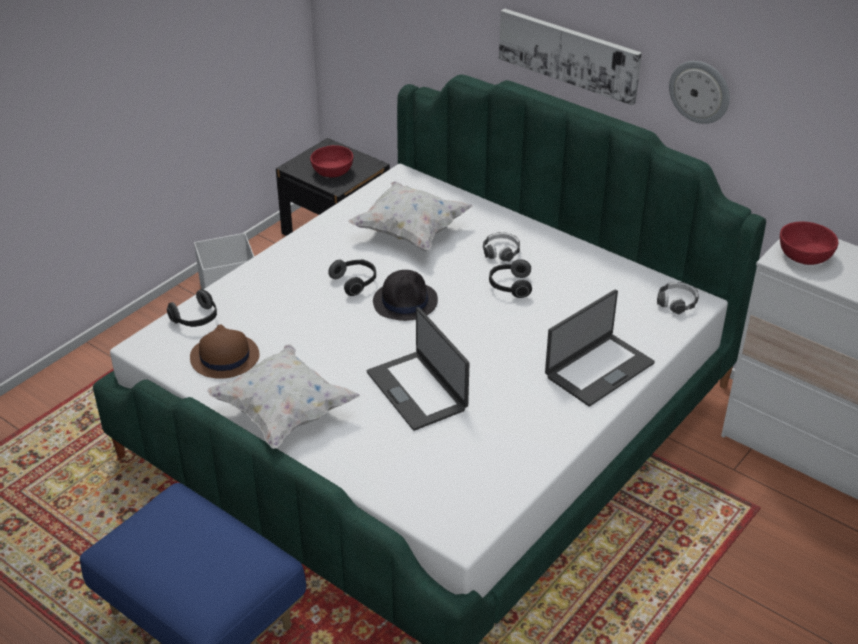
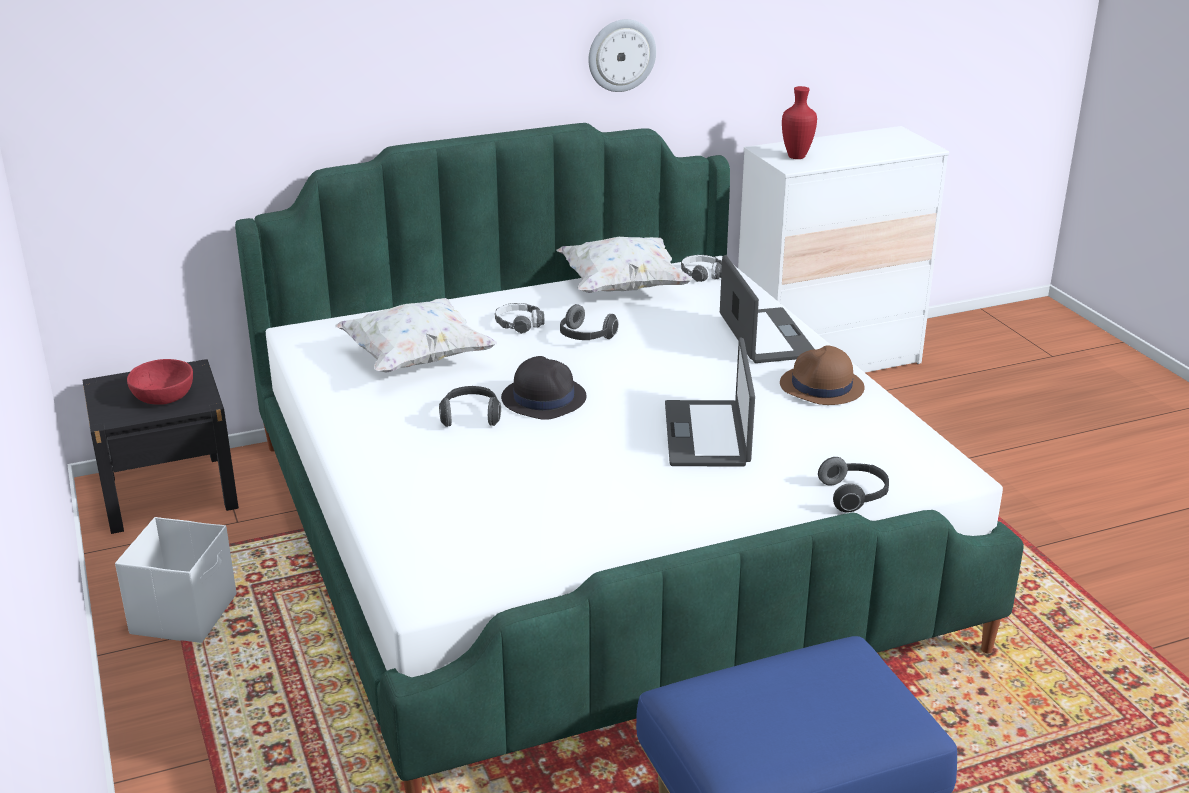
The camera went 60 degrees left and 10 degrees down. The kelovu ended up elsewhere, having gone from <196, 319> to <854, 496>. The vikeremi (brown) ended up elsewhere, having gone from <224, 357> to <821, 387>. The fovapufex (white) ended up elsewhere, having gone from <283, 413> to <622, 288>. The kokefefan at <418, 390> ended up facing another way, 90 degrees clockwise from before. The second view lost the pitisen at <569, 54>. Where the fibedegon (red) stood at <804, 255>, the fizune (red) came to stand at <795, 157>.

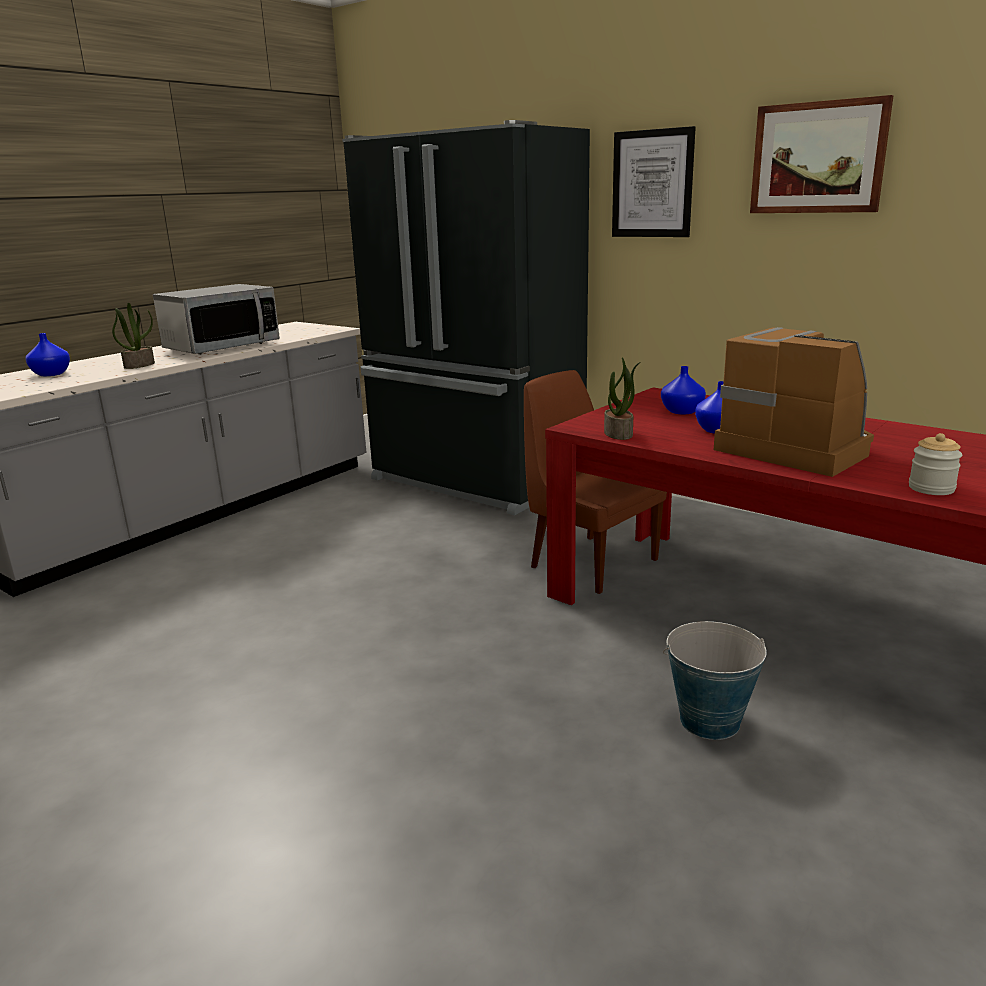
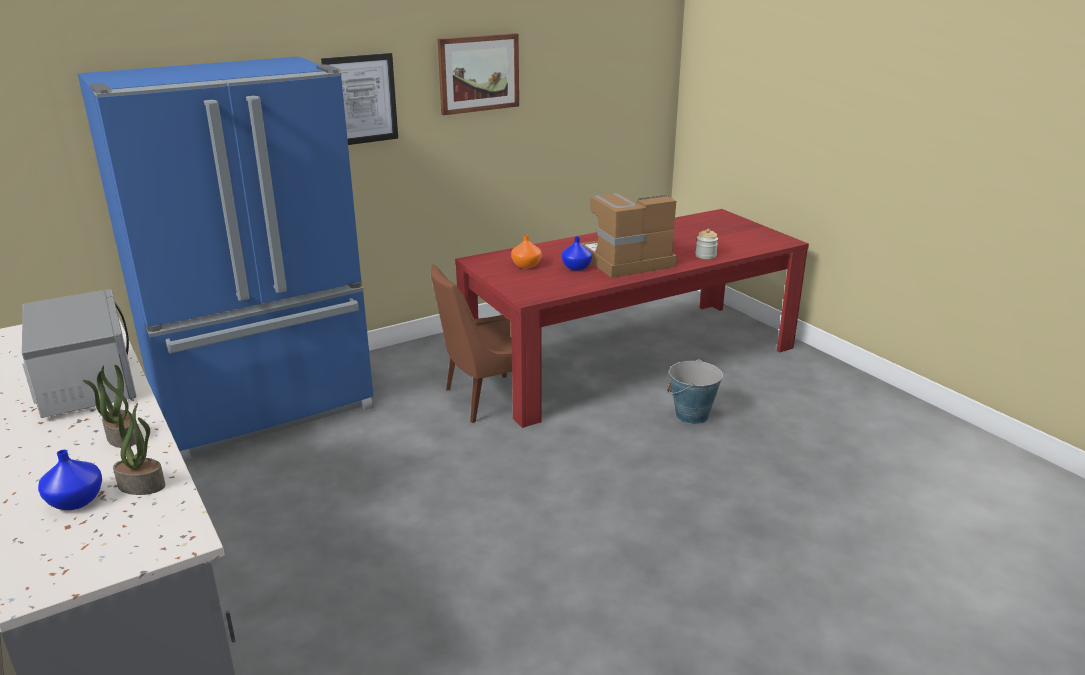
The camera went 70 degrees left and 5 degrees up. What was the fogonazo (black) at <475, 481> turned into the fogonazo (blue) at <266, 409>. The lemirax ended up elsewhere, having gone from <619, 434> to <142, 485>. What was the fizune (blue) at <681, 411> turned into the fizune (orange) at <527, 266>.

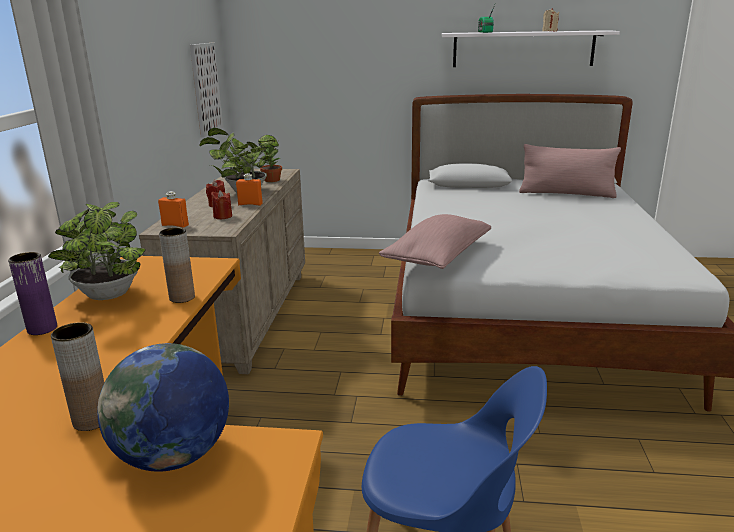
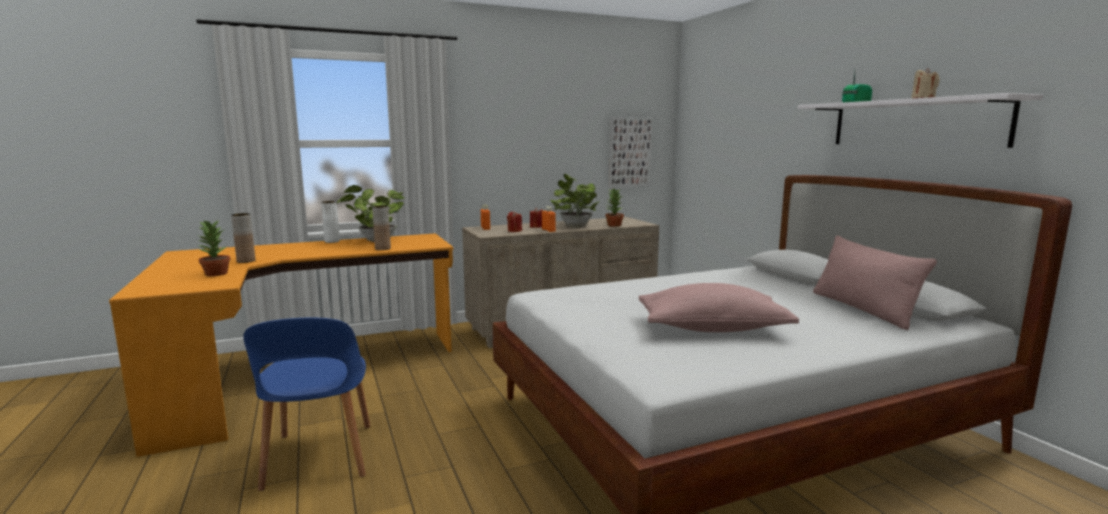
The camera went 60 degrees right and 10 degrees down. What was the fizune (purple) at <42, 329> turned into the fizune (white) at <332, 241>. Where the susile stood at <174, 456>, the lemirax came to stand at <215, 274>. The fovapufex (pink) ended up elsewhere, having gone from <437, 257> to <712, 328>.

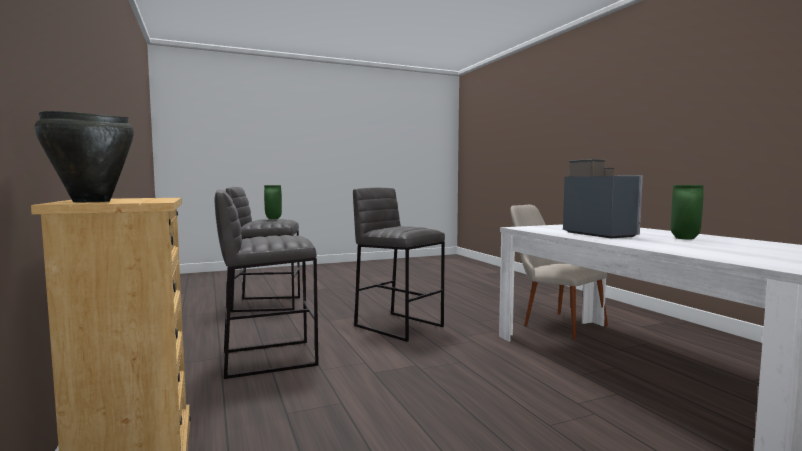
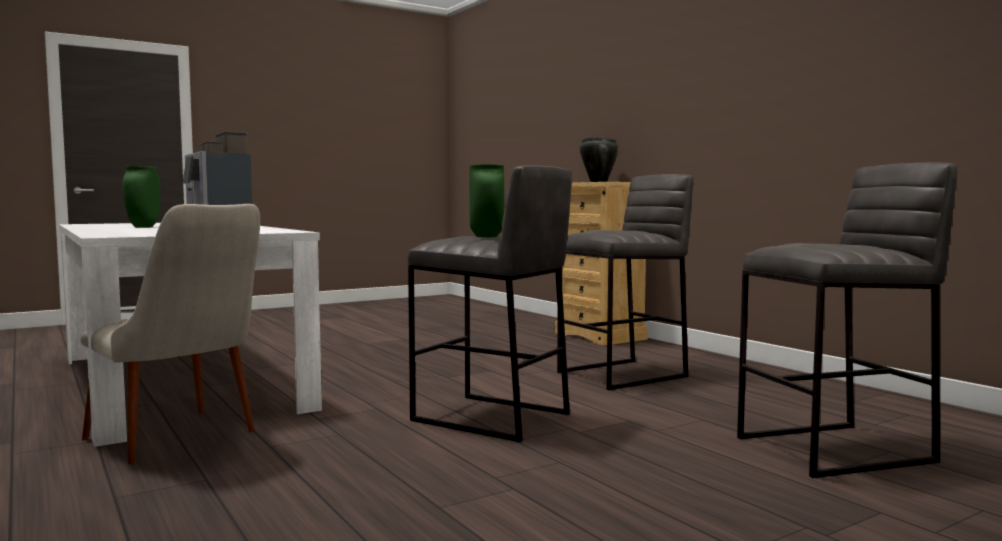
The camera went 170 degrees right and 0 degrees up. The fizune (green) ended up elsewhere, having gone from <274, 218> to <485, 237>.

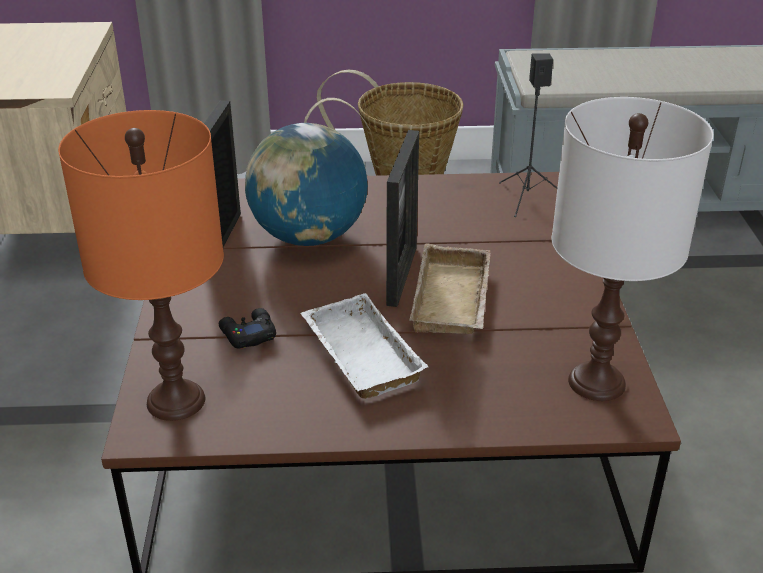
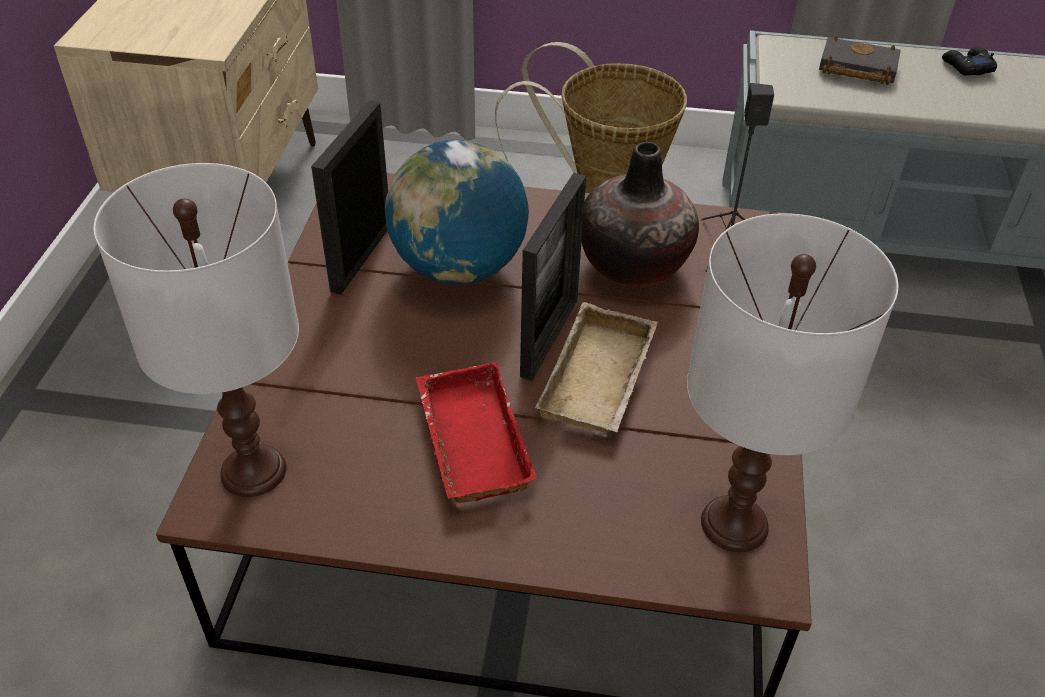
The camera went 10 degrees right and 10 degrees up. What was the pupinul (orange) at <174, 401> turned into the pupinul (white) at <252, 471>. The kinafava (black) ended up elsewhere, having gone from <247, 334> to <967, 67>. What was the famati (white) at <357, 354> turned into the famati (red) at <468, 439>. The second view gained the fizune at <634, 264>. The second view gained the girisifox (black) at <855, 68>.

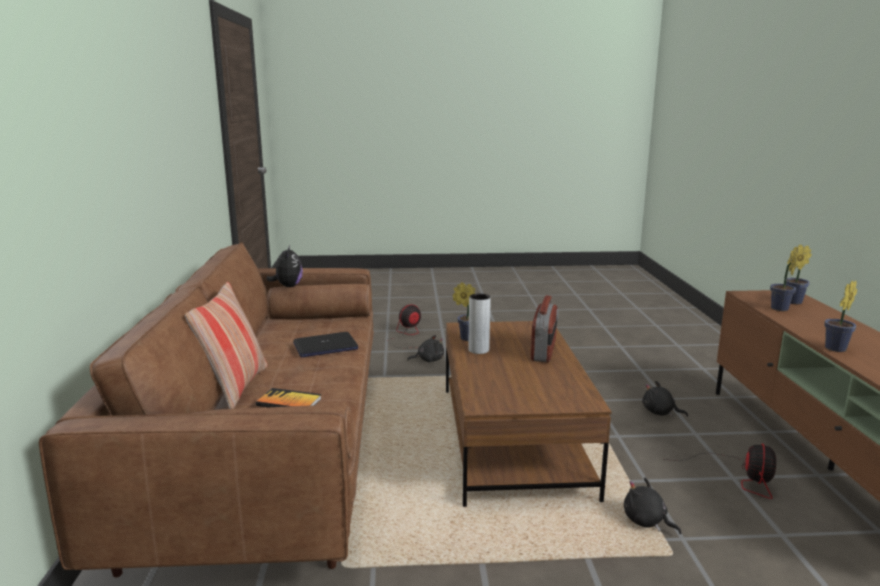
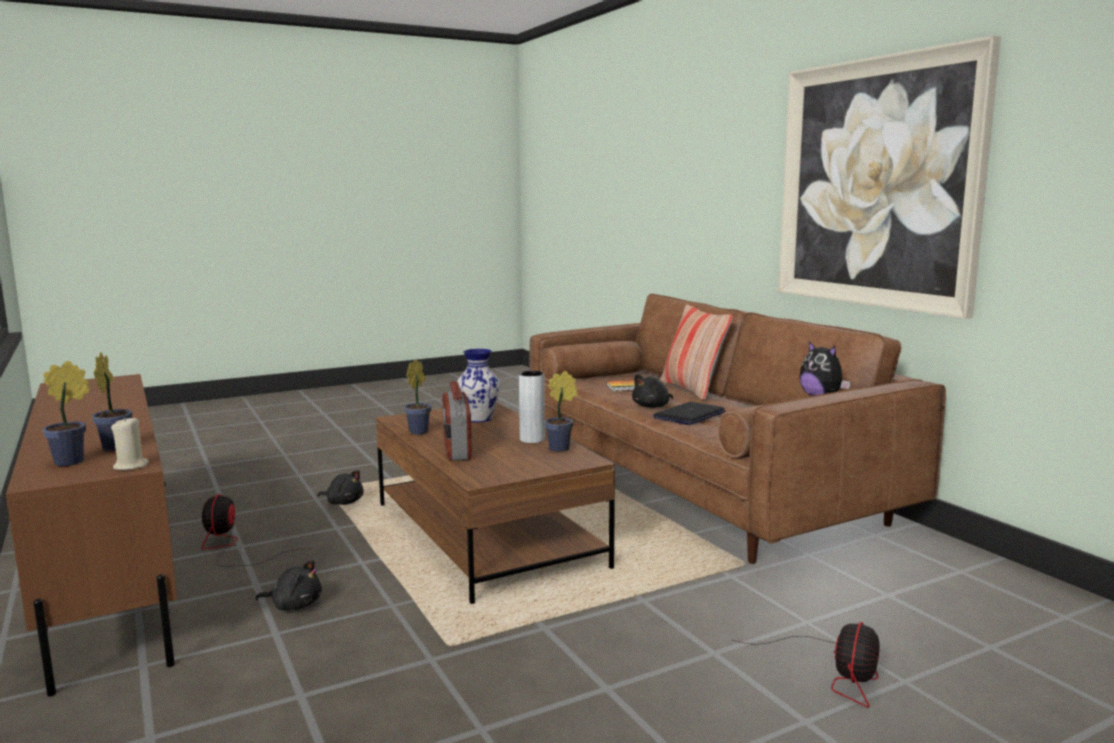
The camera went 155 degrees right and 5 degrees down. The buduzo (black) ended up elsewhere, having gone from <428, 360> to <652, 406>. The lemirax ended up elsewhere, having gone from <834, 349> to <420, 431>. The second view gained the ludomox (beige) at <131, 466>. The second view gained the fizune at <478, 419>. The second view gained the pitisen at <876, 183>.

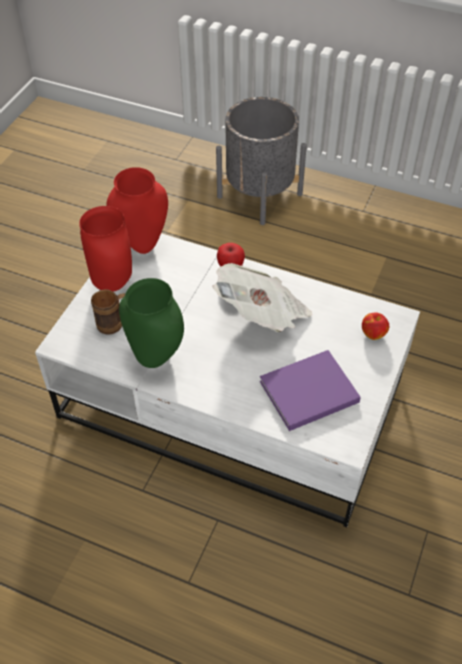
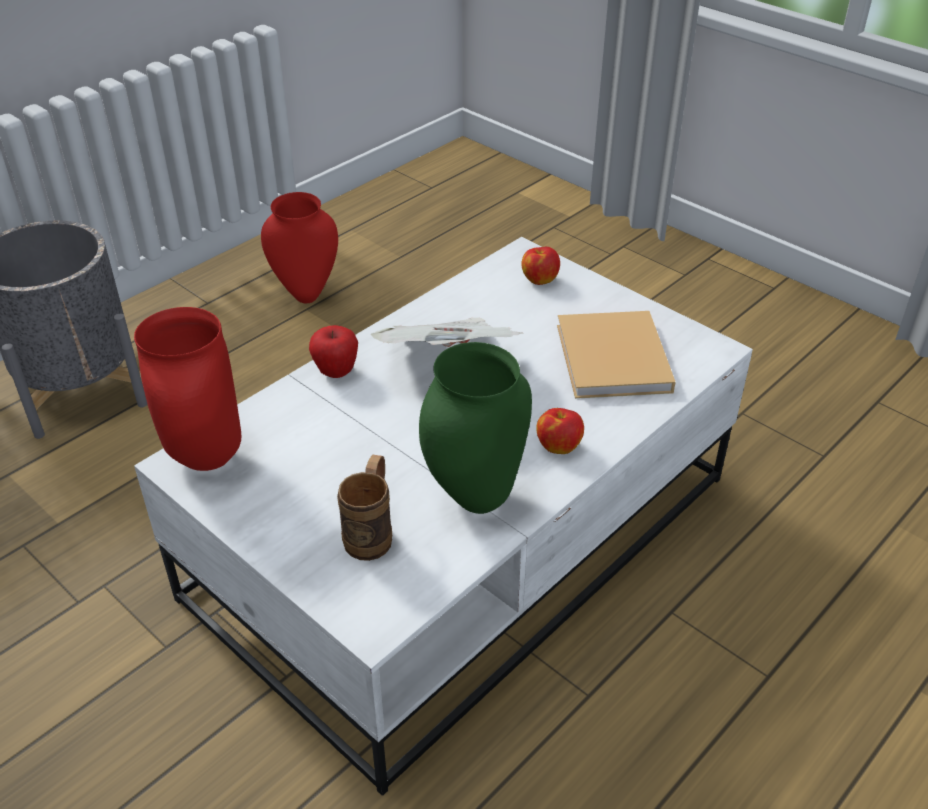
The camera went 70 degrees left and 10 degrees down. The fizune (red) ended up elsewhere, having gone from <111, 285> to <306, 296>. What was the girisifox (purple) at <306, 393> turned into the girisifox (beige) at <613, 361>. The second view gained the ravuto at <558, 446>.

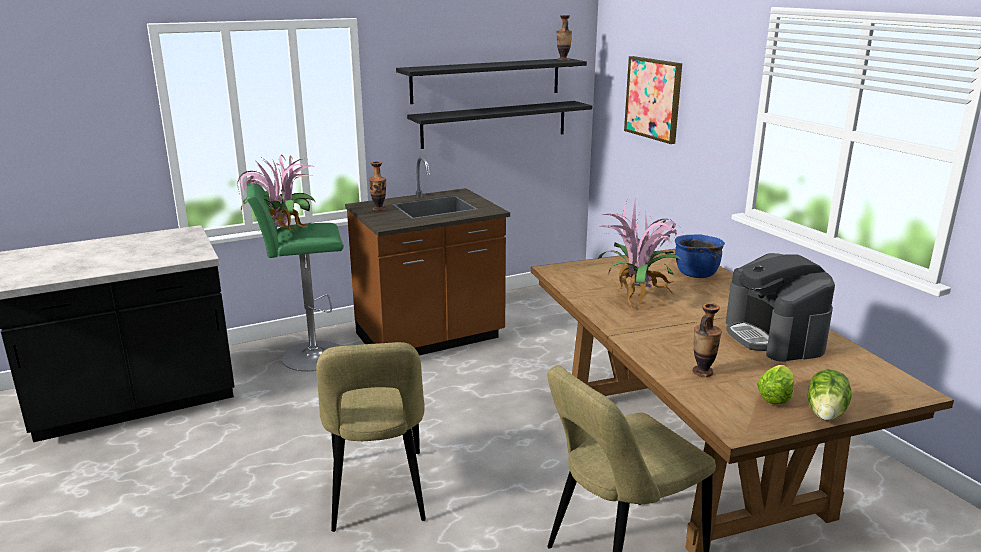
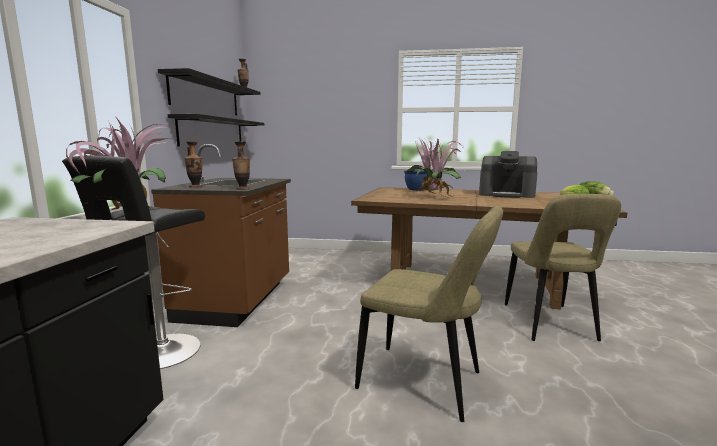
The camera went 55 degrees left and 10 degrees down. What was the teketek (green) at <308, 356> turned into the teketek (black) at <159, 353>. The second view lost the pitisen at <653, 98>. The fizune ended up elsewhere, having gone from <702, 372> to <242, 189>.

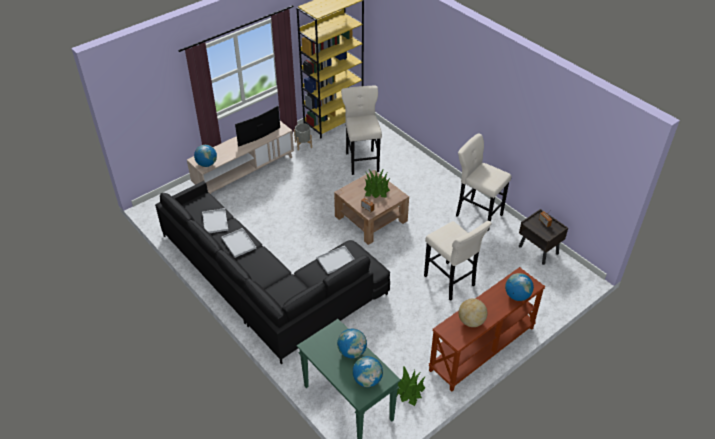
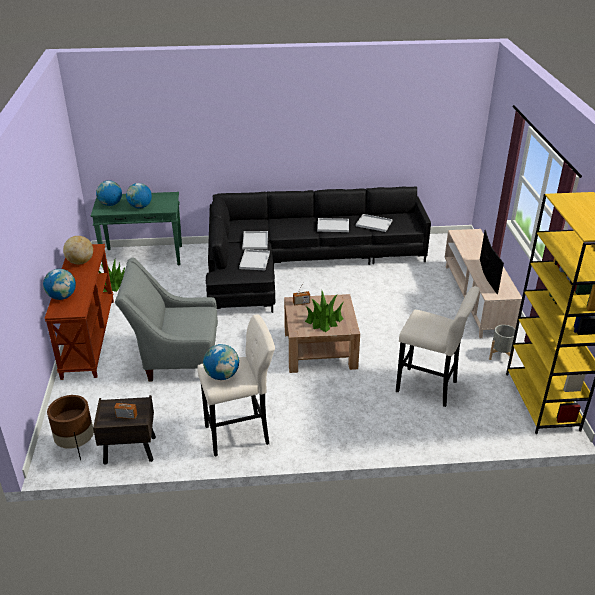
The camera went 125 degrees right and 10 degrees down. The susile ended up elsewhere, having gone from <207, 164> to <222, 375>. Where the teketek (beige) stood at <451, 282>, the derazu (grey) came to stand at <175, 358>. The second view gained the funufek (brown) at <76, 446>. The second view gained the famati (white) at <255, 241>.

